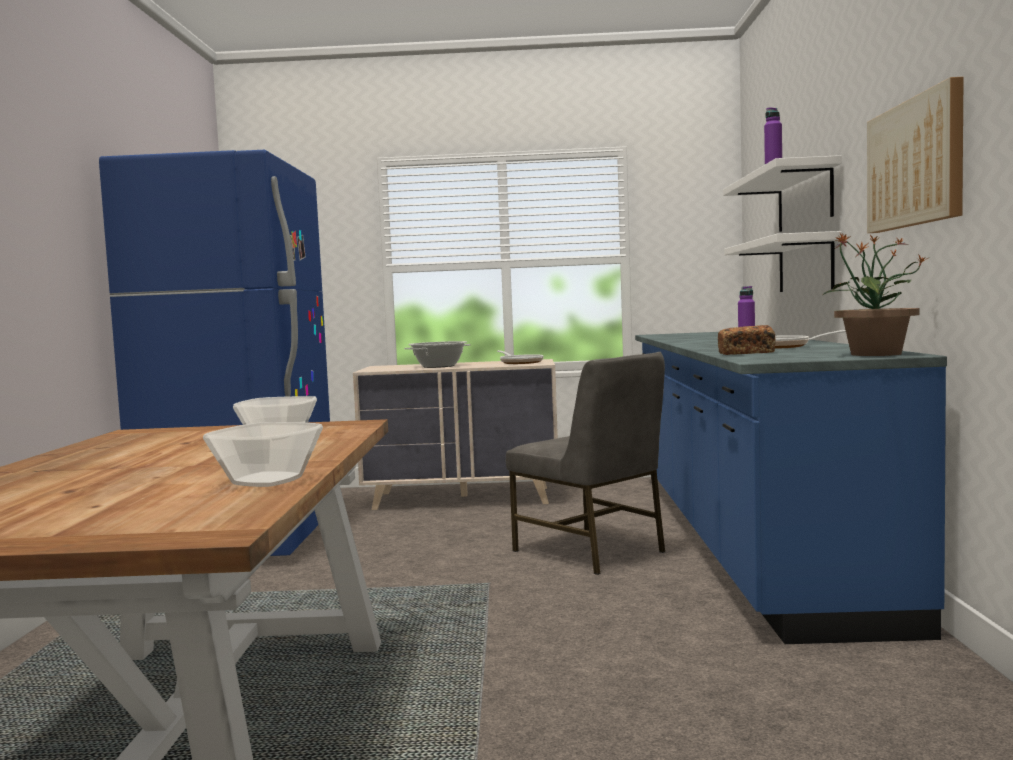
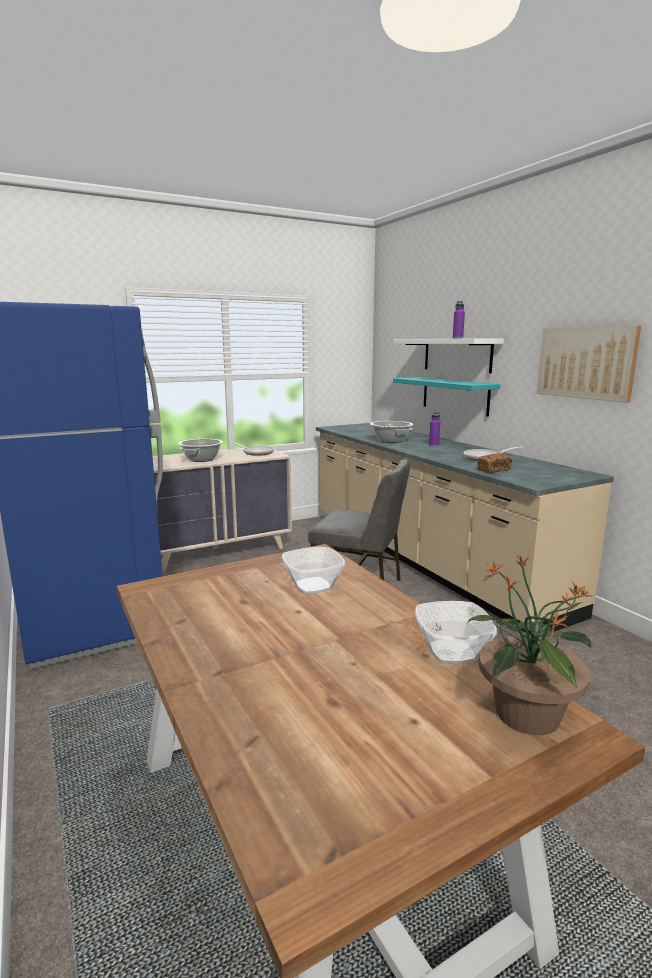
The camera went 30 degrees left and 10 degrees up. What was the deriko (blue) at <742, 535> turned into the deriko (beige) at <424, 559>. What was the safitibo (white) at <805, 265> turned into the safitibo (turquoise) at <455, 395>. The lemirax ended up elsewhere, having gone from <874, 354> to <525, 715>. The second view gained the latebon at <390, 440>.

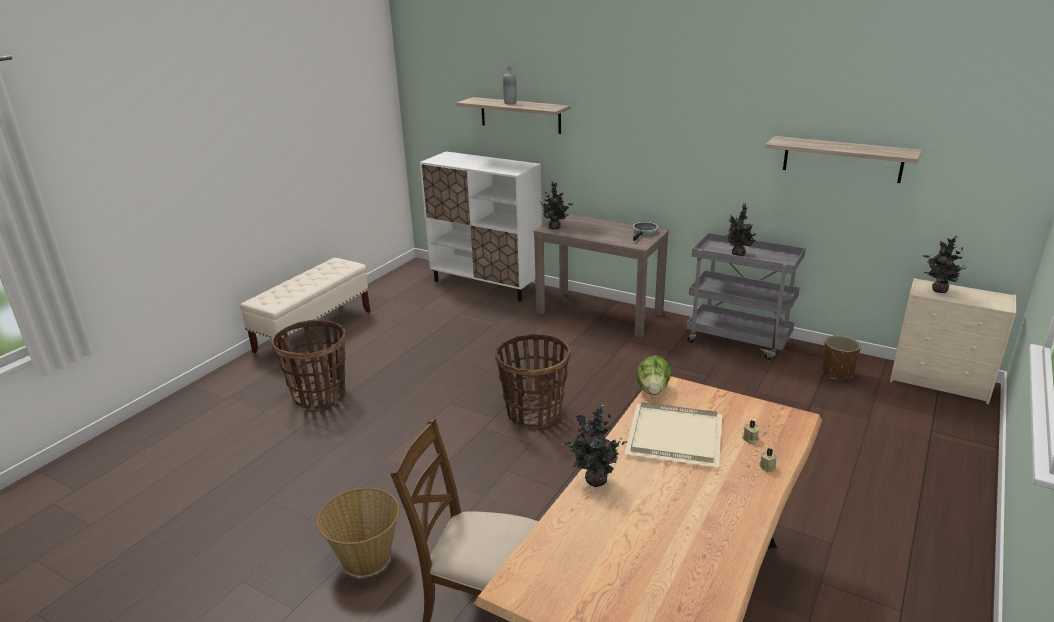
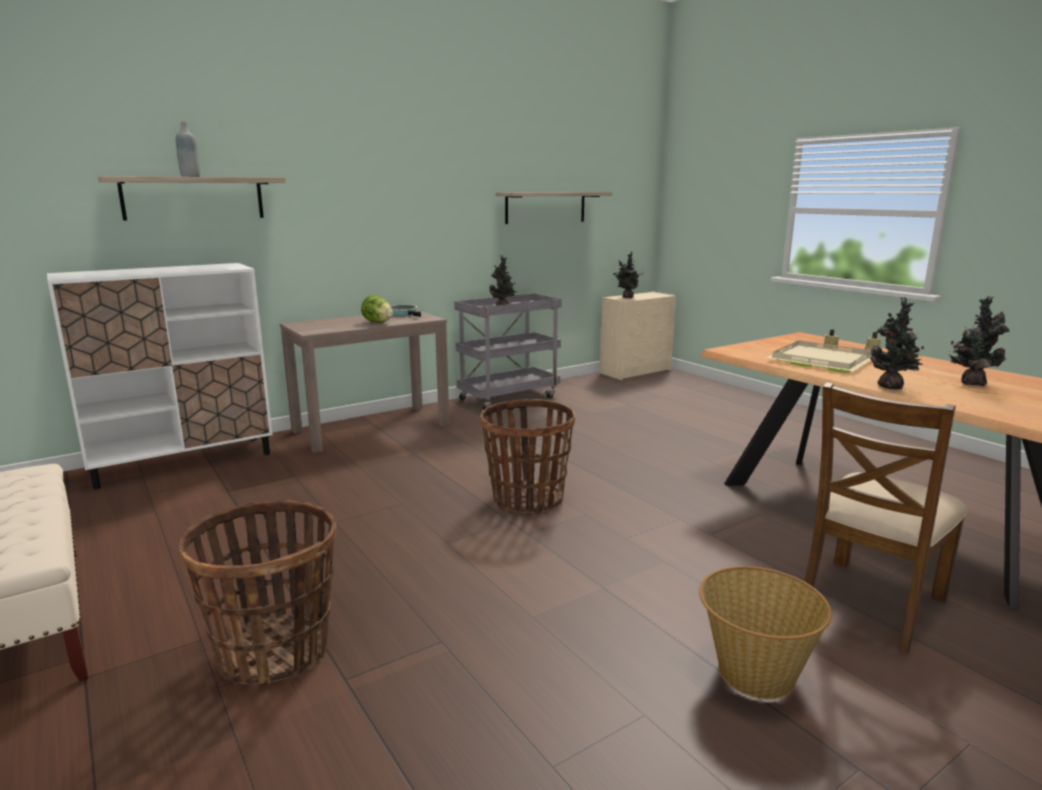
The camera went 65 degrees left and 10 degrees down. The lemirax ended up elsewhere, having gone from <555, 227> to <971, 383>. The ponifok ended up elsewhere, having gone from <653, 390> to <377, 322>. The second view lost the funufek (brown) at <837, 372>.

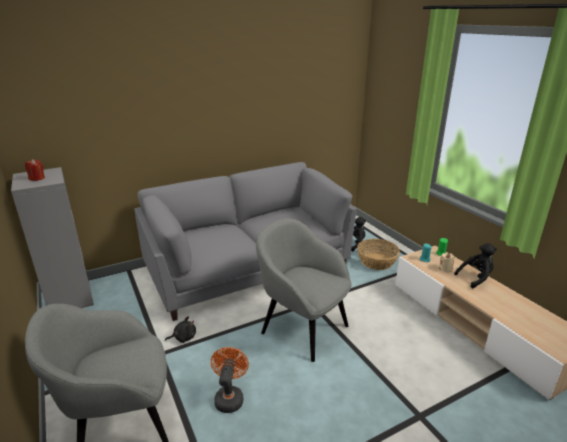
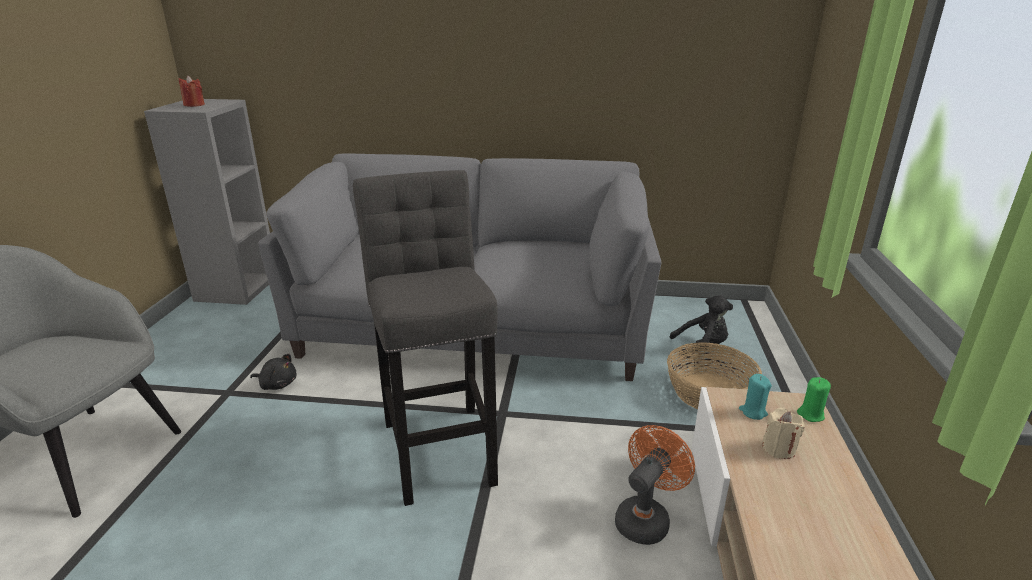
The camera went 35 degrees right and 0 degrees up. The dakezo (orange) ended up elsewhere, having gone from <229, 397> to <646, 518>. Where the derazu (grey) stood at <303, 328>, the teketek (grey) came to stand at <439, 446>. The second view lost the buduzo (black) at <475, 278>.

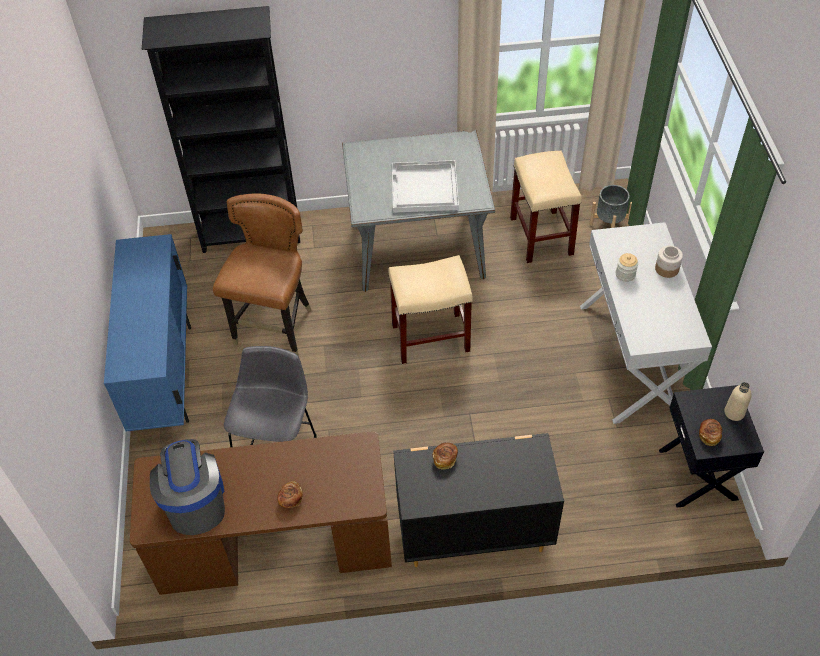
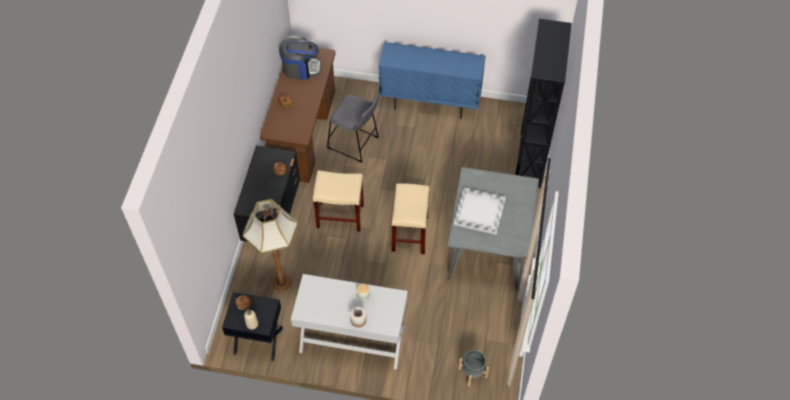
The camera went 105 degrees right and 5 degrees up. The second view lost the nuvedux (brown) at <276, 330>. The teketek (beige) ended up elsewhere, having gone from <542, 237> to <339, 216>. The second view gained the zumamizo at <281, 283>.

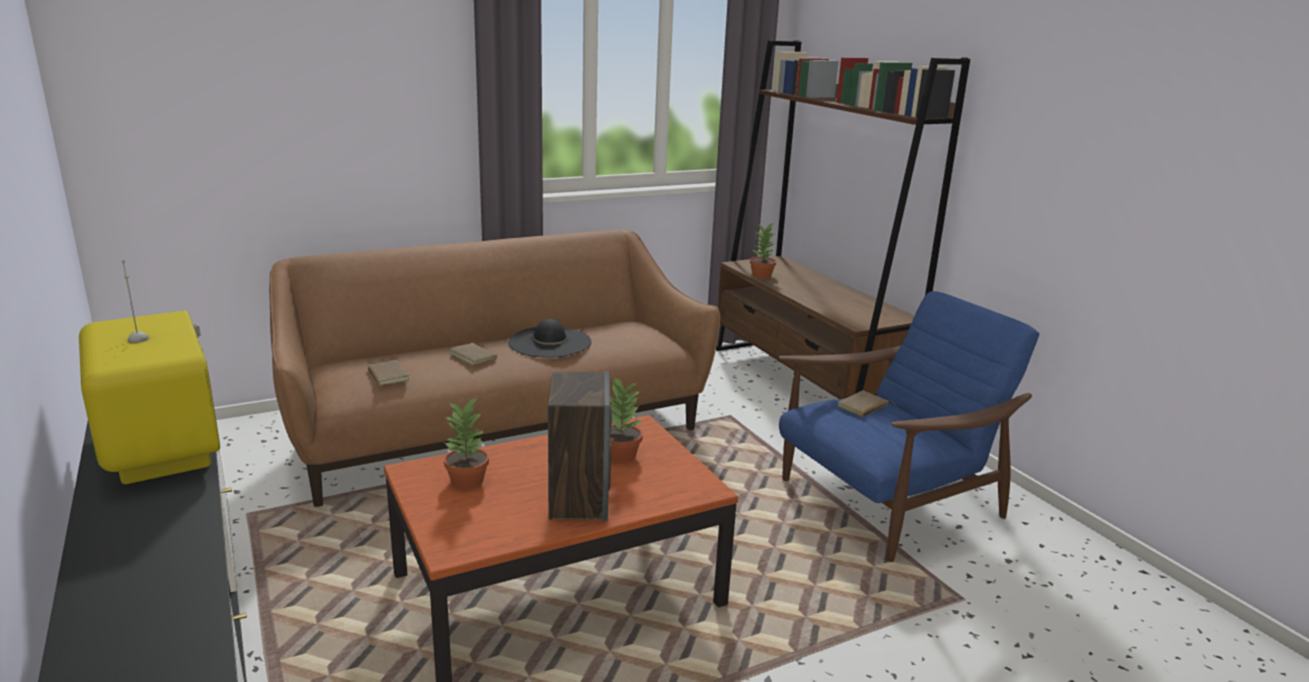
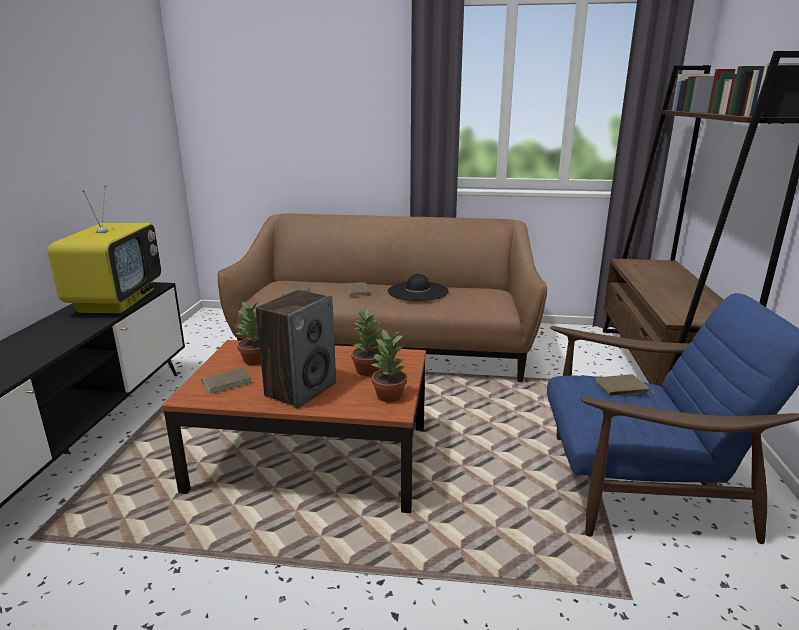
The camera went 35 degrees right and 0 degrees up. The lemirax ended up elsewhere, having gone from <762, 275> to <389, 396>. The second view gained the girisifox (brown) at <226, 382>.

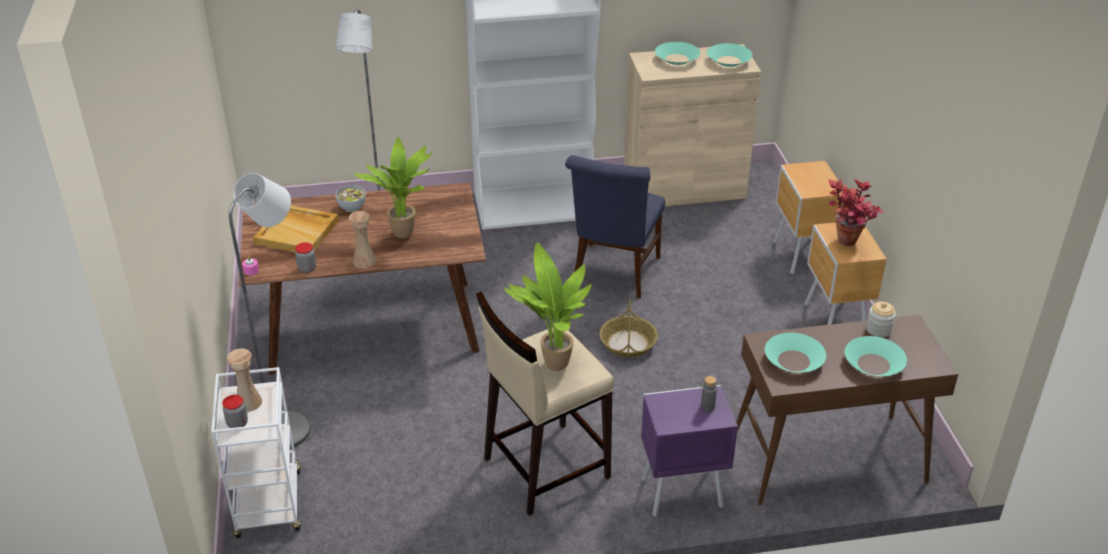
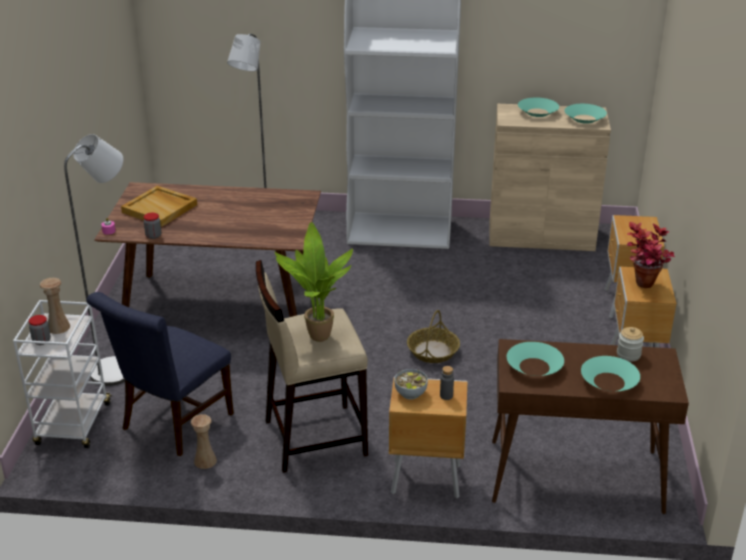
The camera went 15 degrees right and 5 degrees down. The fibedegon ended up elsewhere, having gone from <352, 207> to <411, 393>. The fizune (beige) ended up elsewhere, having gone from <364, 261> to <205, 461>. The second view lost the lemirax at <406, 235>. The nuvedux (blue) ended up elsewhere, having gone from <614, 274> to <173, 424>. What was the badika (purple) at <679, 492> turned into the badika (brown) at <424, 479>.

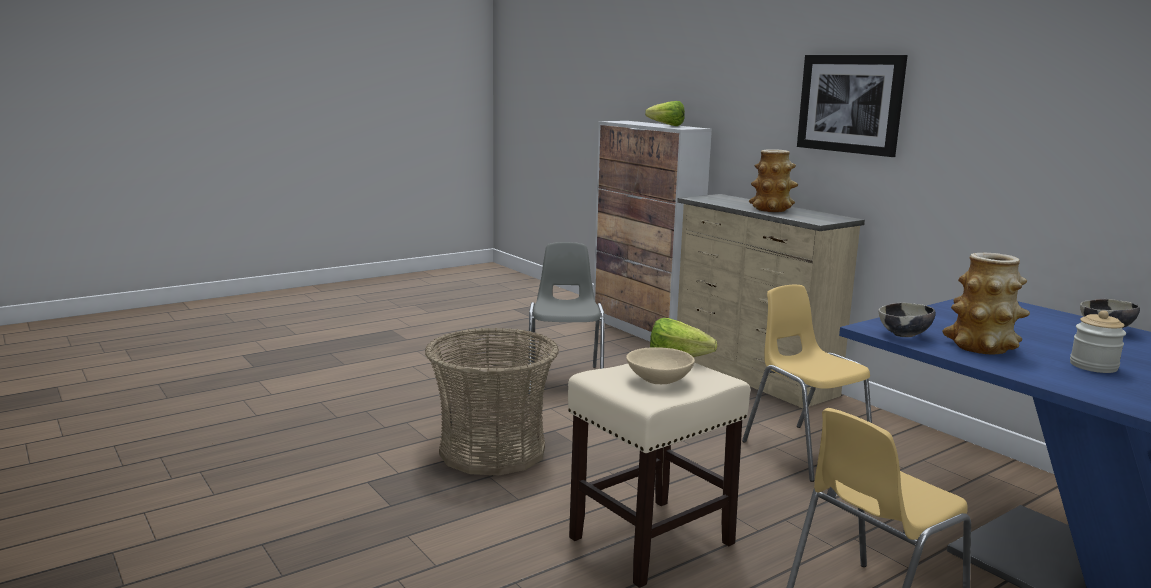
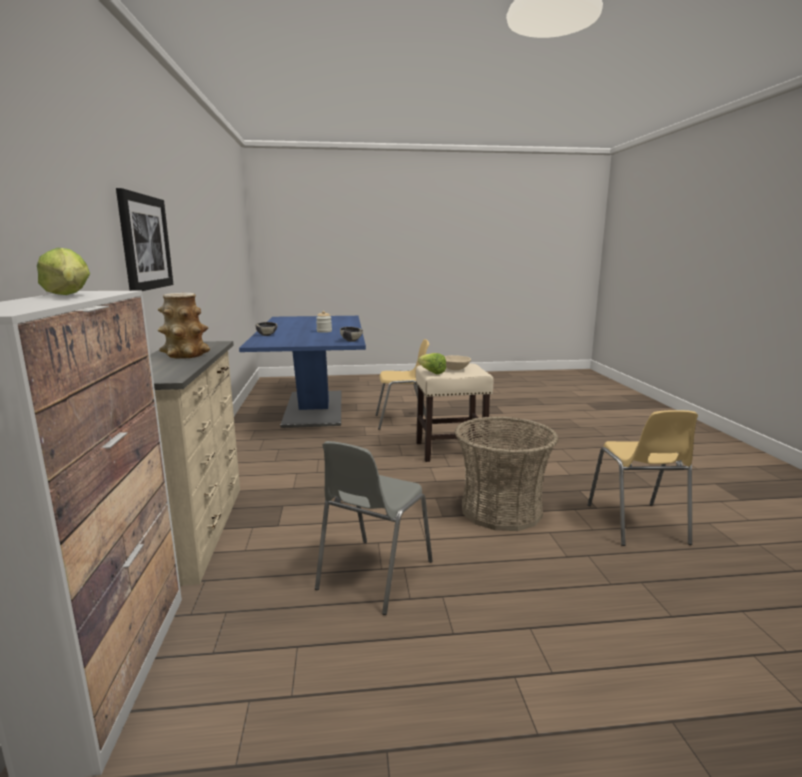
The camera went 150 degrees left and 0 degrees up. The nuvedux (yellow) ended up elsewhere, having gone from <805, 451> to <637, 524>. The second view lost the fizune at <982, 347>.

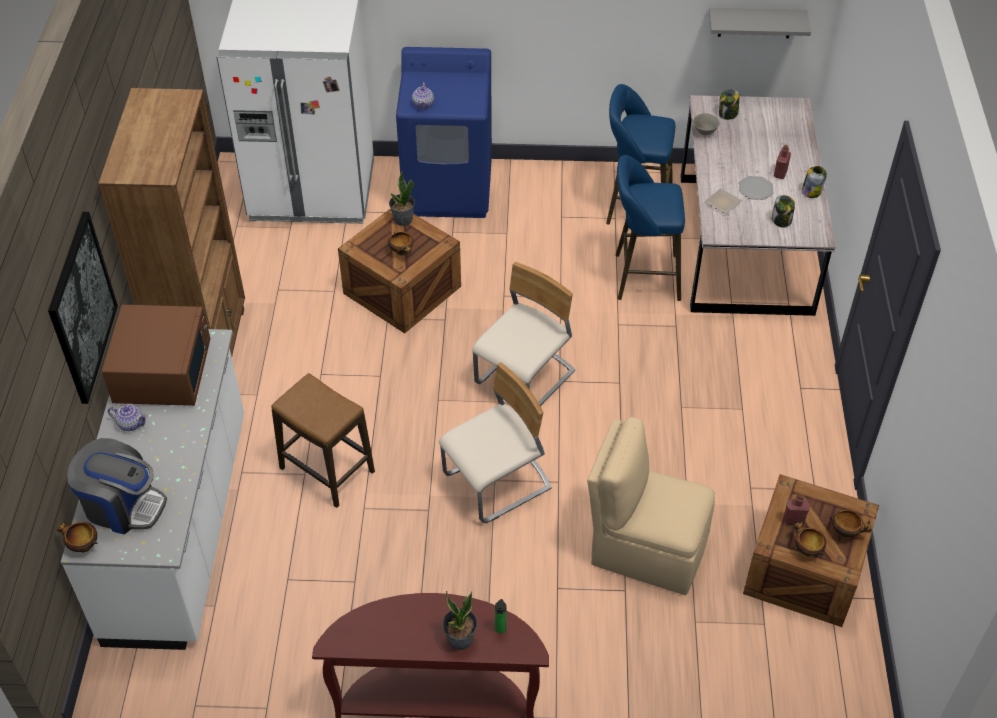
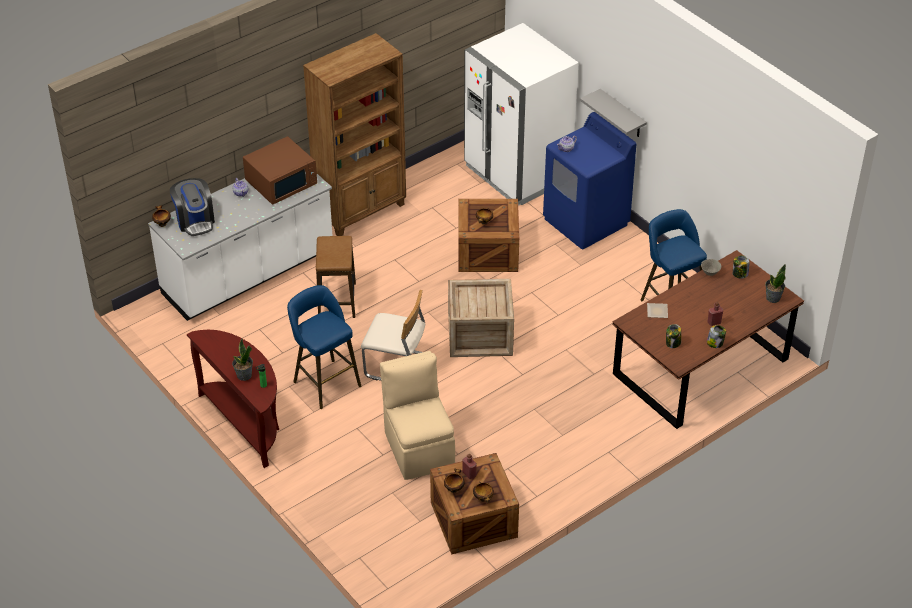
The camera went 50 degrees right and 5 degrees down. The second view lost the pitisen at <82, 308>. The lemirax ended up elsewhere, having gone from <403, 219> to <772, 298>. Where the nuvedux (beige) stood at <526, 379>, the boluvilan came to stand at <481, 336>. The teketek (blue) ended up elsewhere, having gone from <642, 277> to <324, 382>. What was the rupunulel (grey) at <745, 242> turned into the rupunulel (brown) at <701, 367>. The safitibo (grey) ended up elsewhere, having gone from <755, 22> to <622, 114>. The second view lost the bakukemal at <755, 189>.

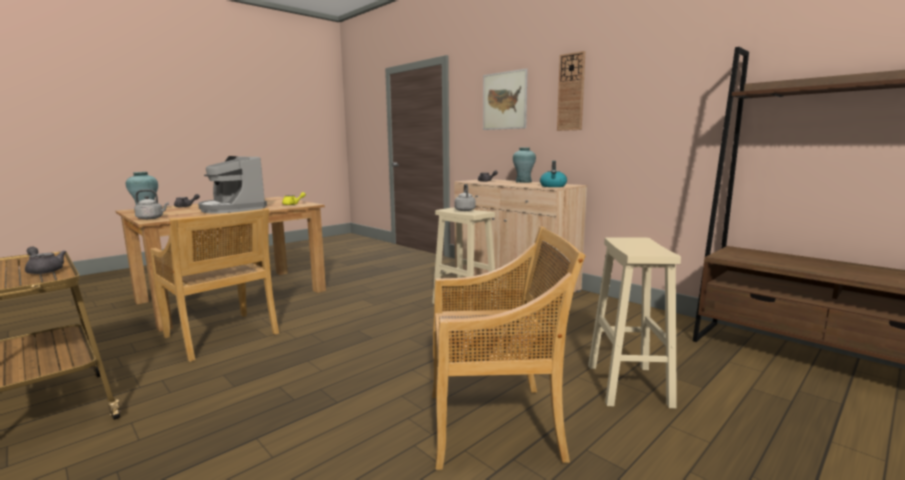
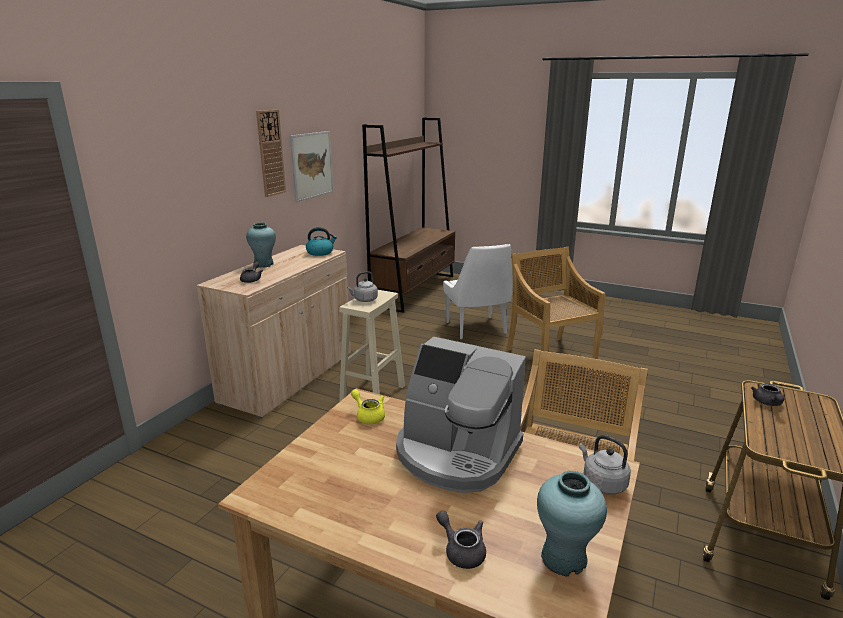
The camera went 110 degrees left and 10 degrees up. The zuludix at <232, 209> ended up facing another way, 90 degrees clockwise from before. The pitisen ended up elsewhere, having gone from <504, 101> to <312, 165>. Where the teketek (beige) stood at <627, 384>, the nuvedux (white) came to stand at <476, 328>.

